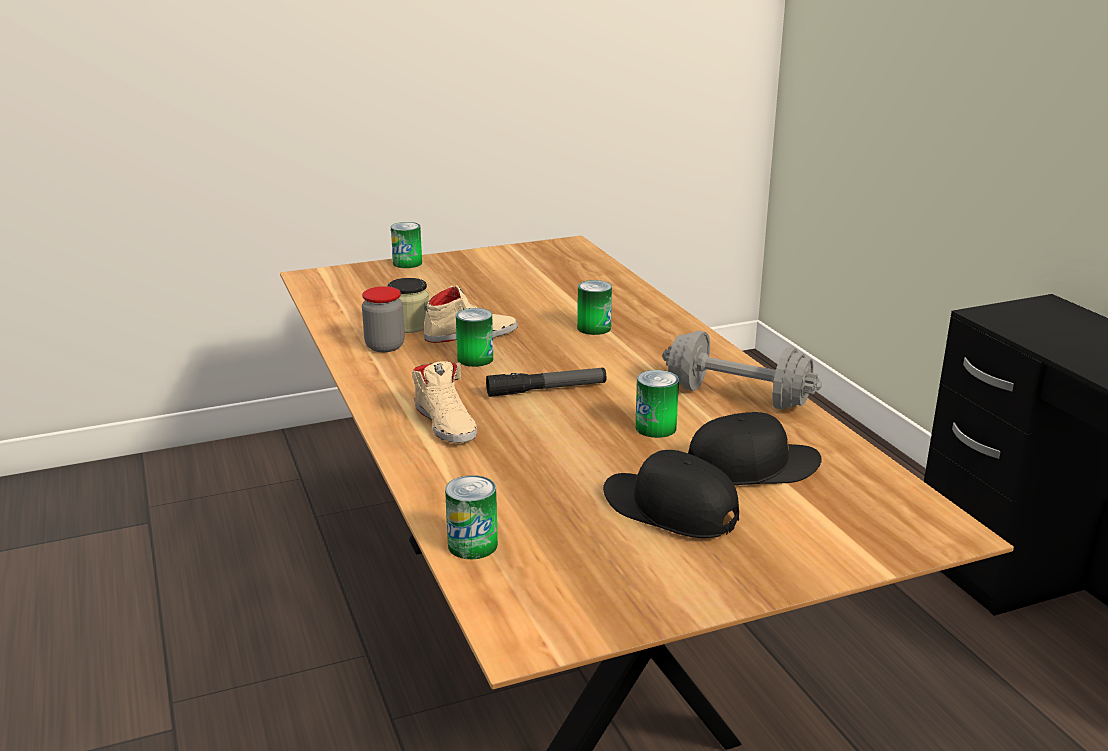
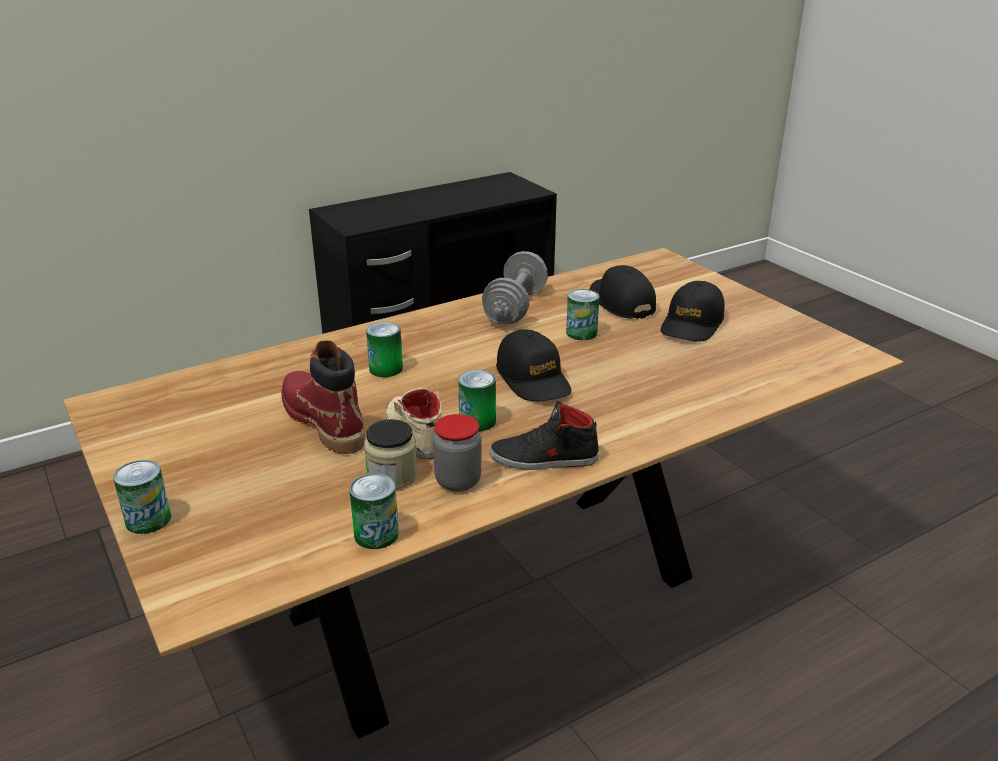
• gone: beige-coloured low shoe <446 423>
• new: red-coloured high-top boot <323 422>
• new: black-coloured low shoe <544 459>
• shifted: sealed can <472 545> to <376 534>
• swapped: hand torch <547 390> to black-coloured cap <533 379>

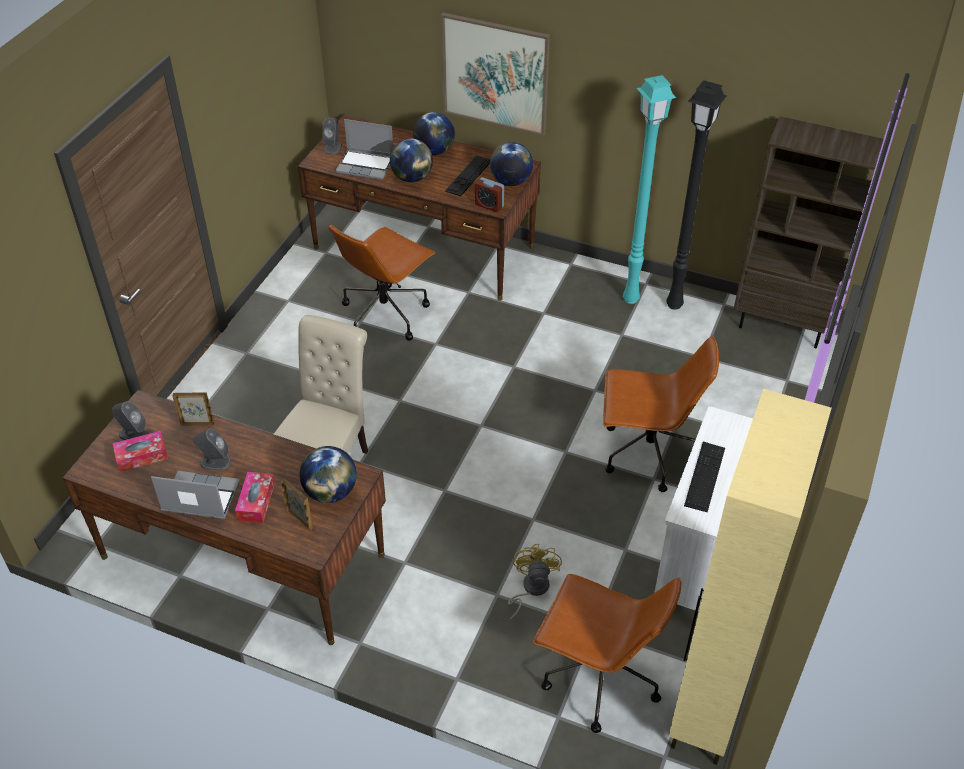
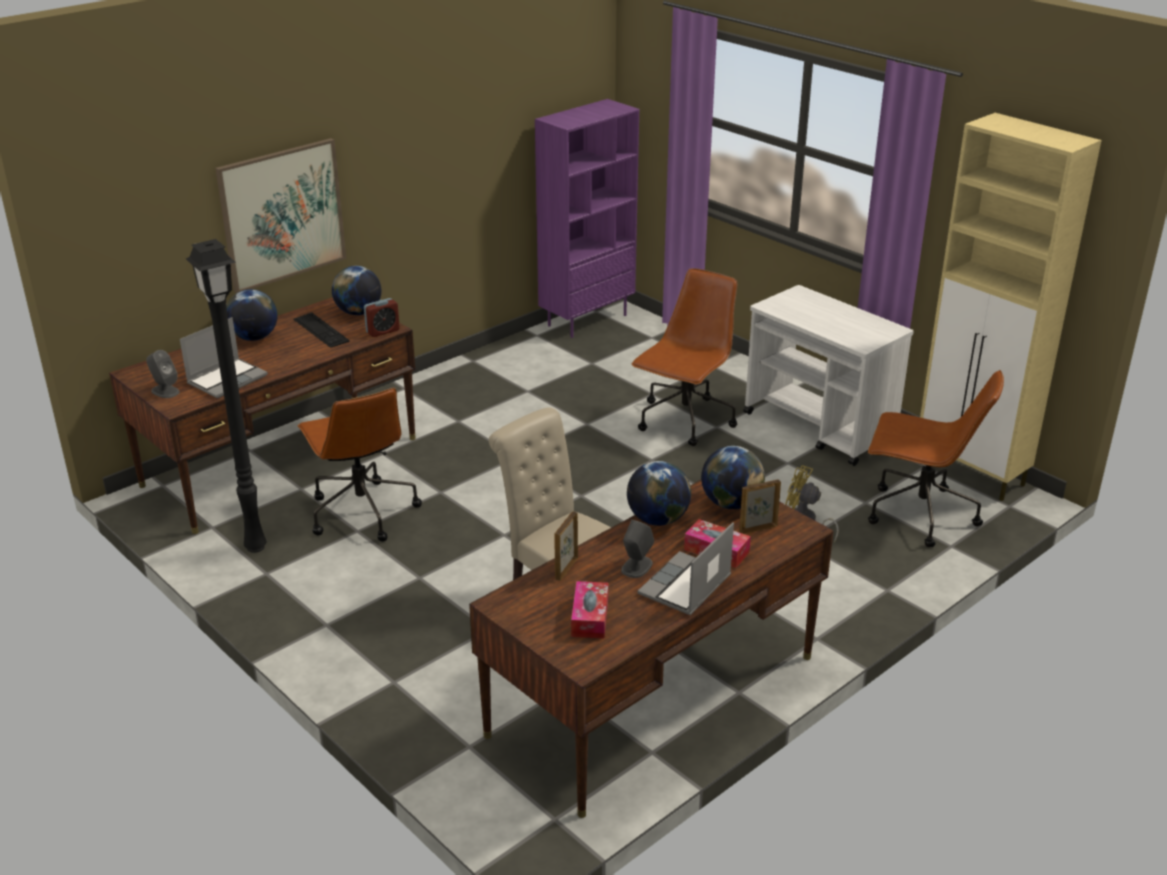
• gone: grey loudspeaker <133 434>
• gone: turquoise standard lamp <629 299>
• gone: keyboard <705 476>
• shifted: desk globe <412 178> to <658 520>
• shifted: black-coloured standard lamp <673 304> to <253 547>
• repainted: brown shelving unit <782 325> to purple-coloured shelving unit <587 320>
• rotated: brown office chair <598 677> = <918 515> 60 degrees clockwise

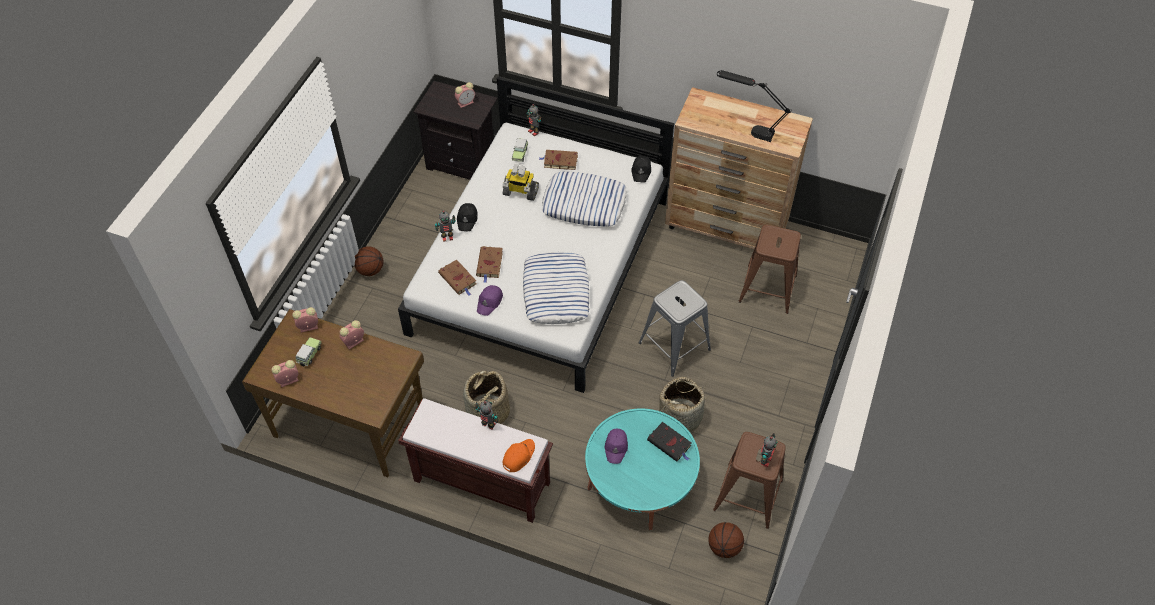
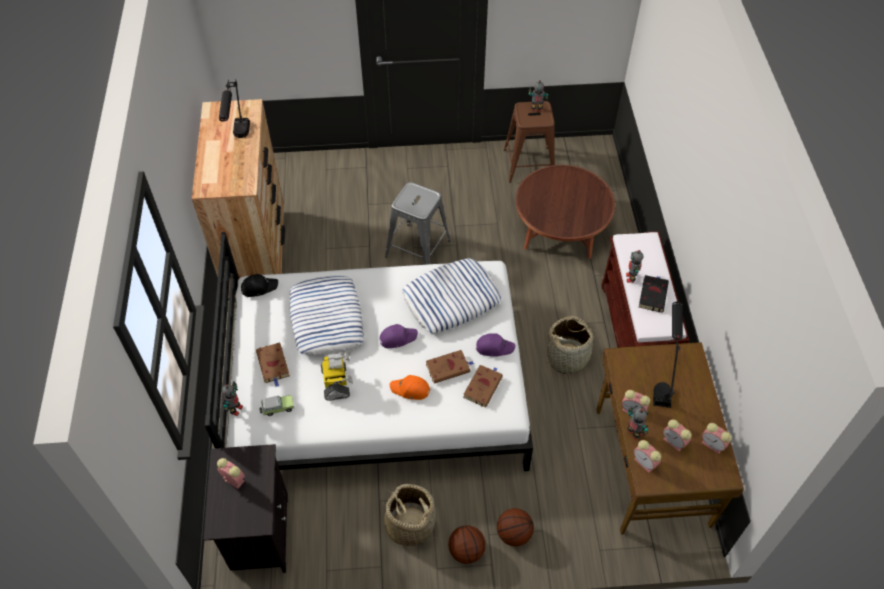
• gone: black-coloured cap <467 219>
• gone: brown stool <767 288>
• new: black-coloured lamp for a table <662 380>
• shifted: robot figure <447 237> to <633 433>
• shifted: orange cap <518 456> to <410 389>
• shifted: purple-coloured cap <616 447> to <397 338>
• shifted: black-coloured book <670 444> to <653 294>
• shifted: household basket <680 417> to <410 524>
• shifted: basketball ball <724 546> to <513 534>
• swapped: model car <309 355> to table clock <674 442>
• repainted: turquoise lounge table <640 481> to brown lounge table <560 229>

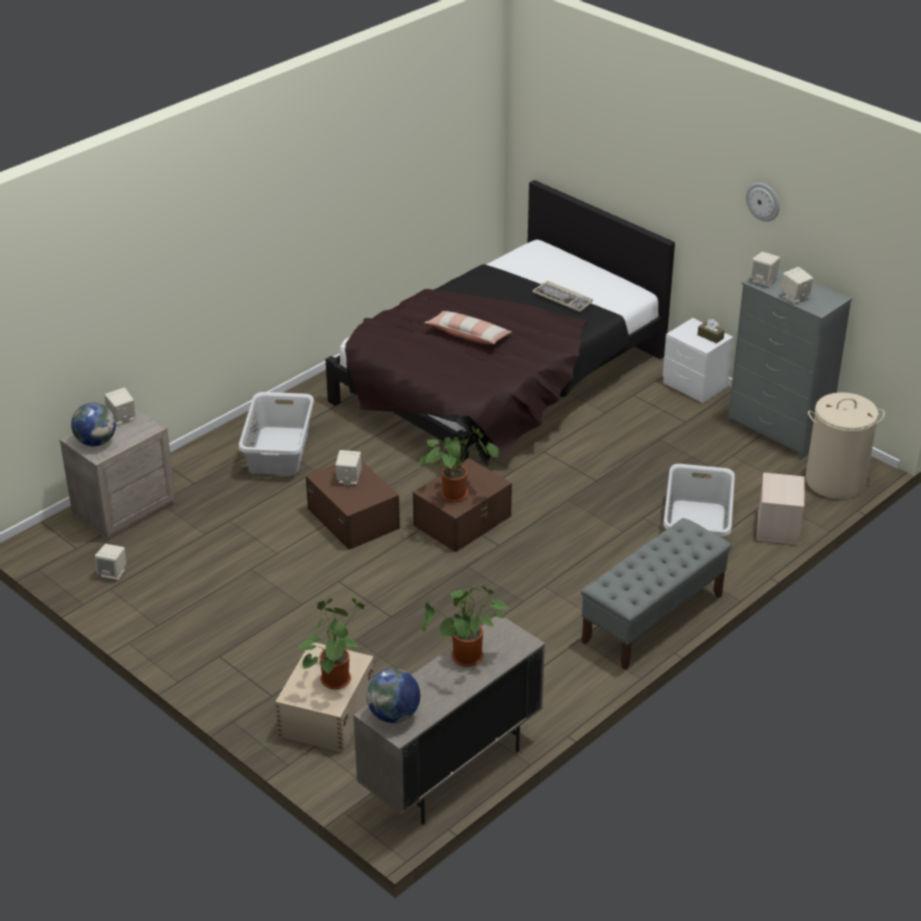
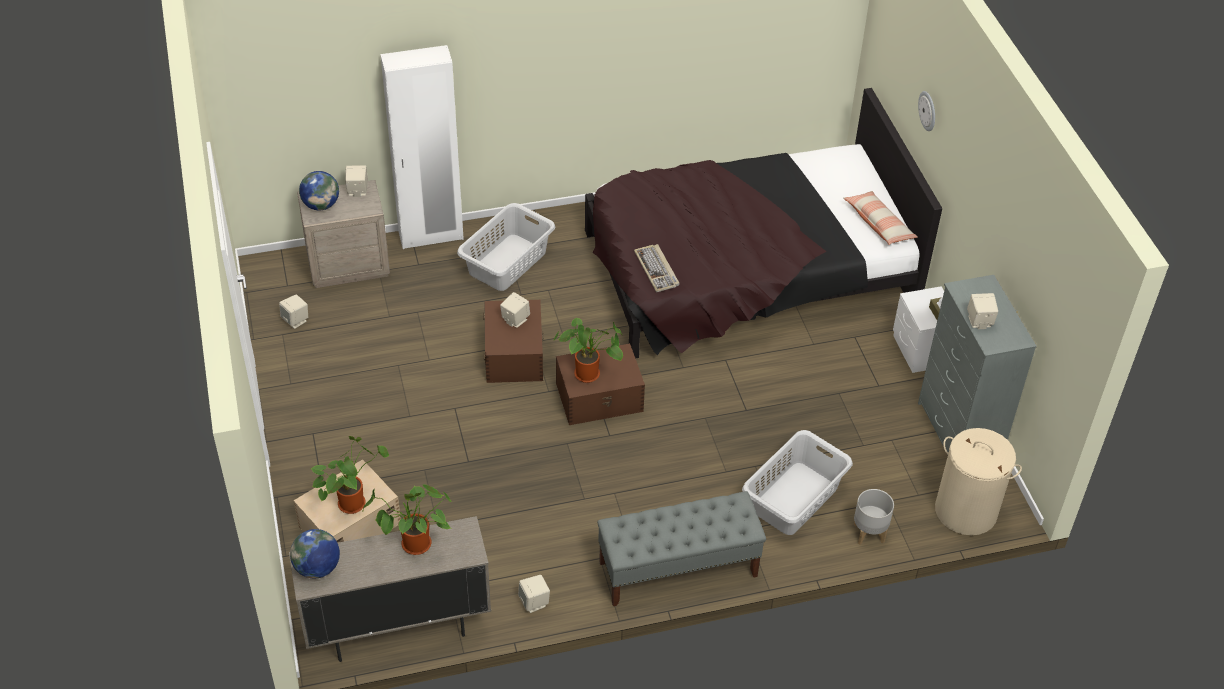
• new: white clothes cupboard <431 236>
• shifted: cushion <468 335> to <879 224>
• shifted: keyboard <563 298> to <657 270>
• shifted: clock on the wall <763 201> to <928 110>
• shifted: beige-coloured loudspeaker <763 280> to <534 602>
• swapped: beige-coloured storage bin <778 528> to grey planter <869 533>

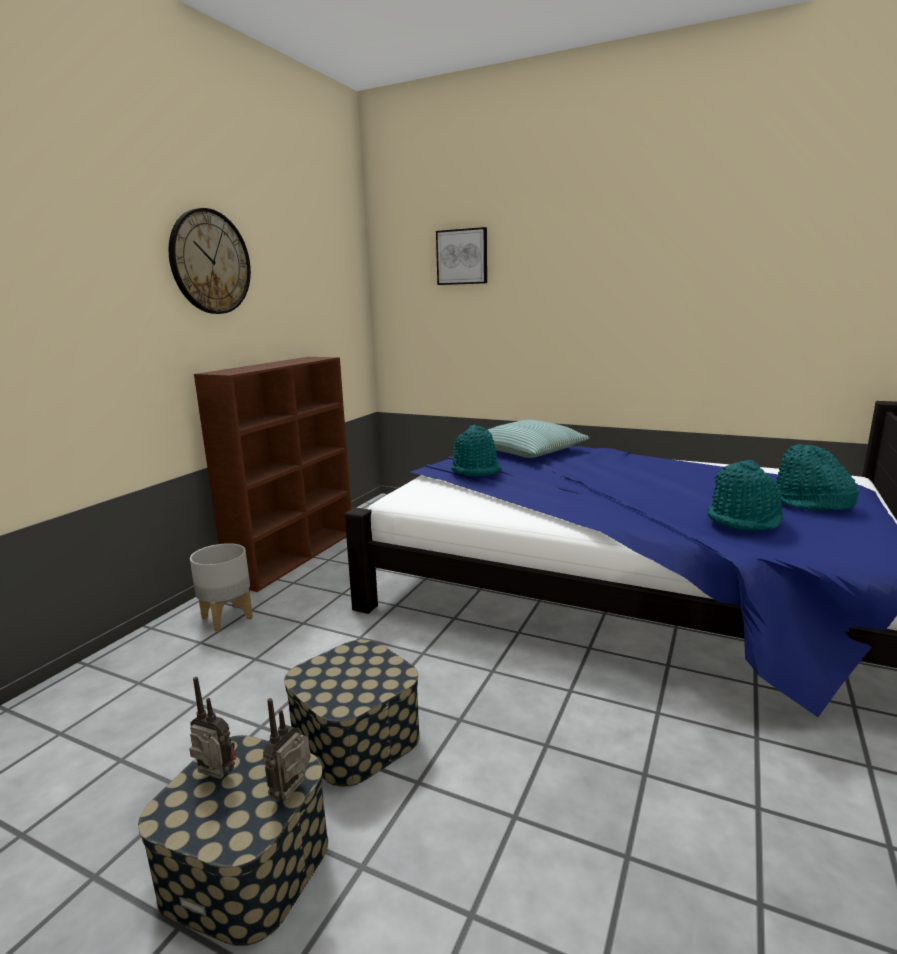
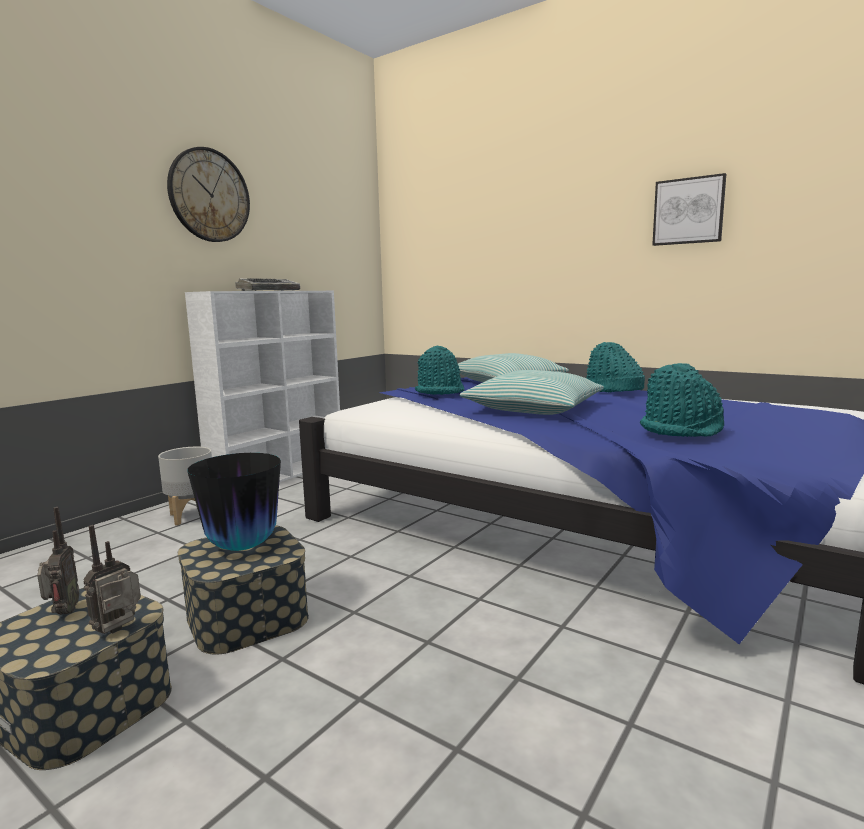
• new: vase <243 547>
• new: keyboard <269 290>
• new: cushion <534 408>
• shifted: wall picture <462 257> to <688 211>
• shifted: turquoise wearable hat <809 502> to <611 390>
• repainted: brown shelving unit <295 555> to white shelving unit <280 474>
• rotated: radio receiver <215 779> = <62 613> 45 degrees clockwise

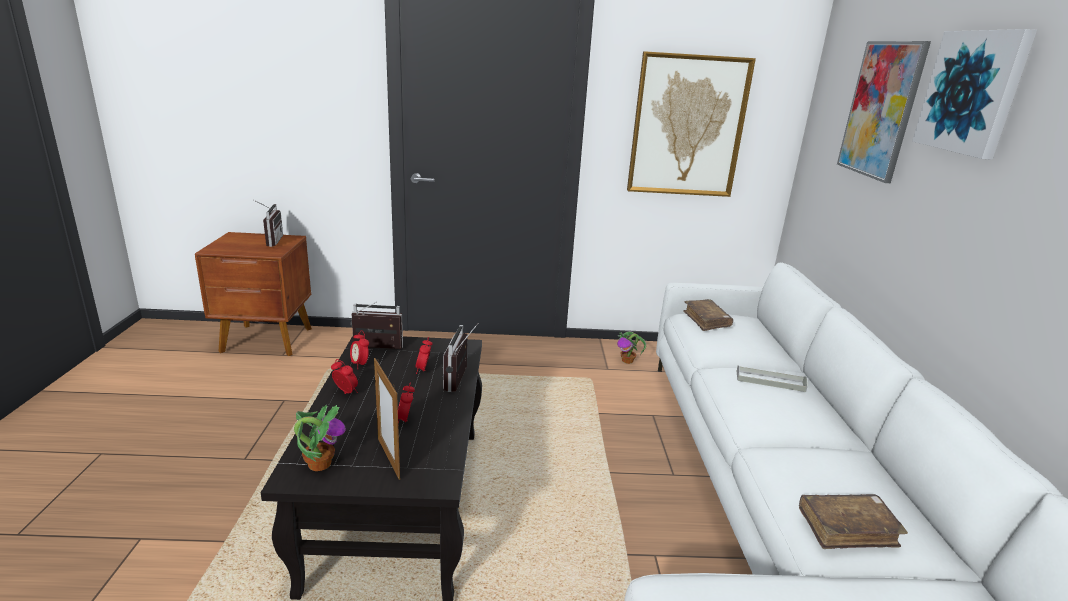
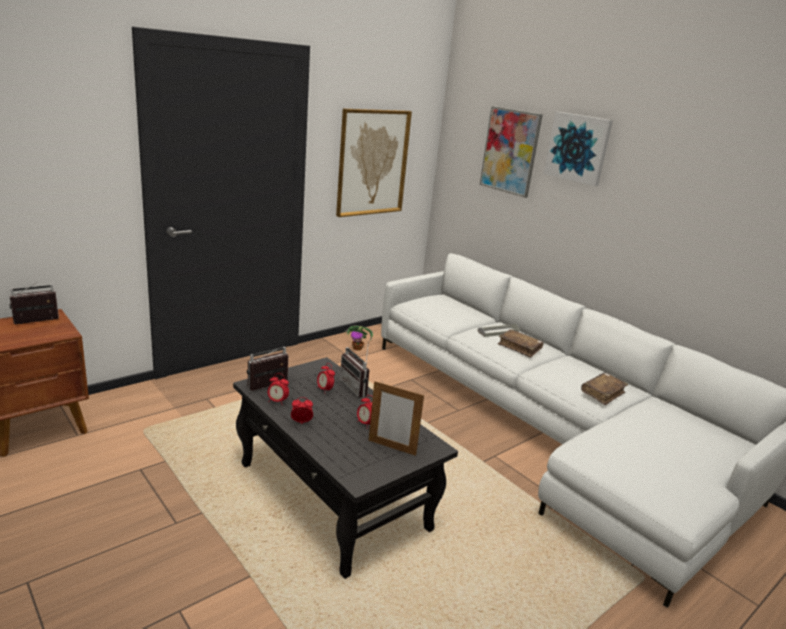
• gone: houseplant <319 463>
• shifted: brown book <706 320> to <519 347>
• rotated: radio receiver <270 241> = <36 323> 75 degrees counterclockwise

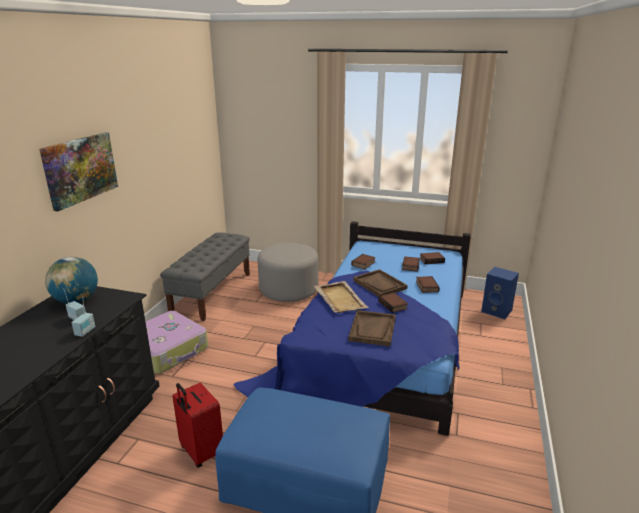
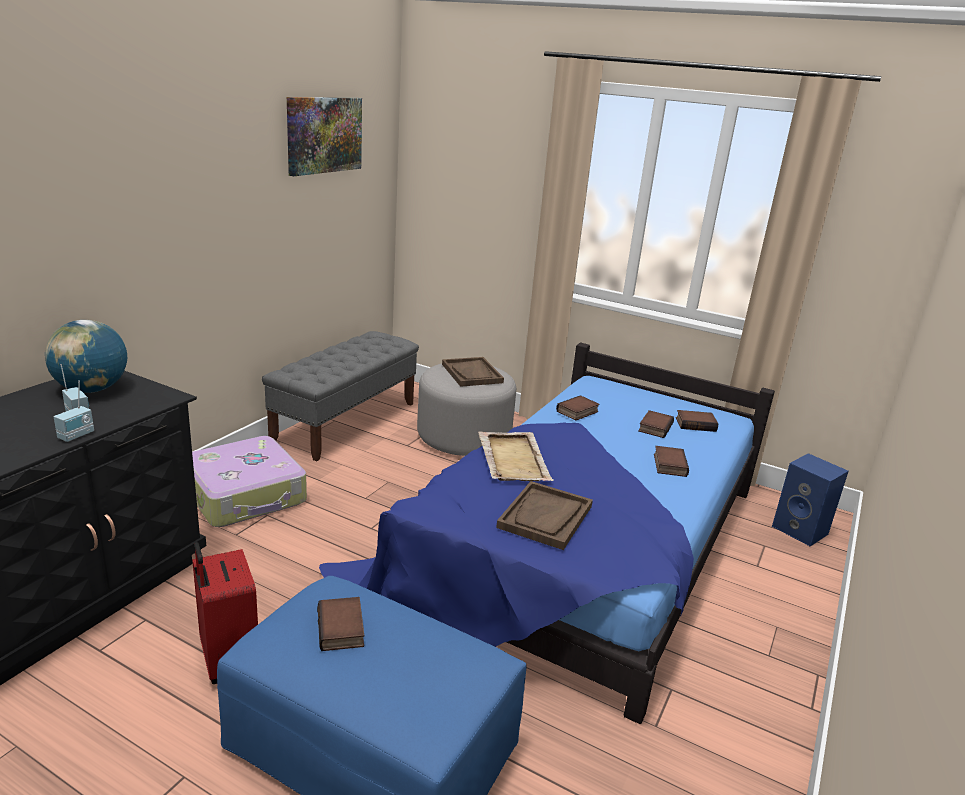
• shifted: wall picture <80 169> to <324 135>
• shifted: brown tray <380 284> to <472 373>
• shifted: book <393 305> to <342 629>

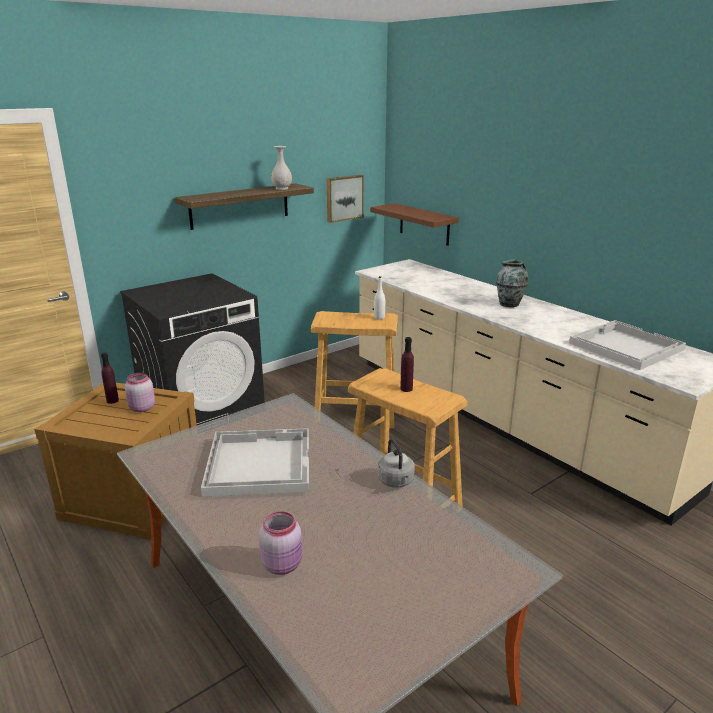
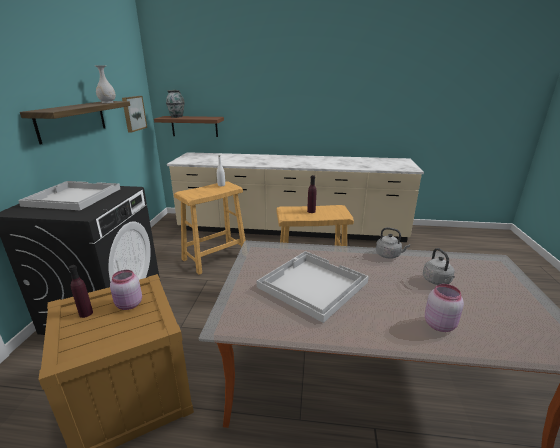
• new: grey water kettle <437 281>
• shifted: vase <509 304> to <177 117>
• shifted: white tray <624 346> to <72 197>

